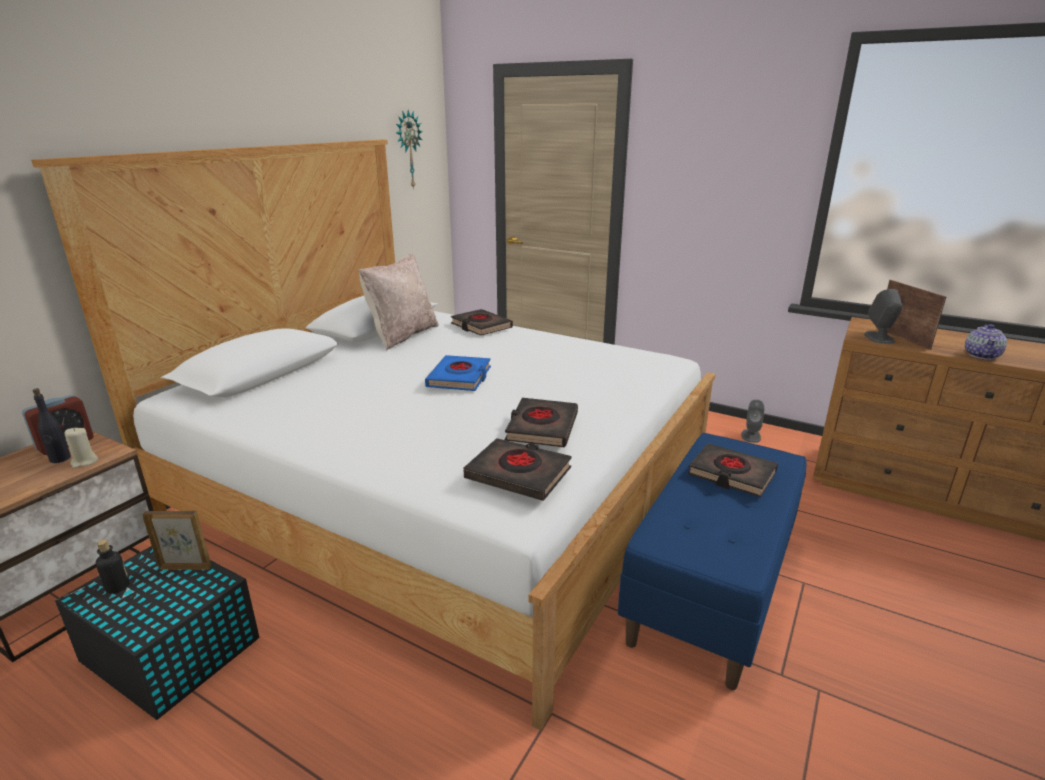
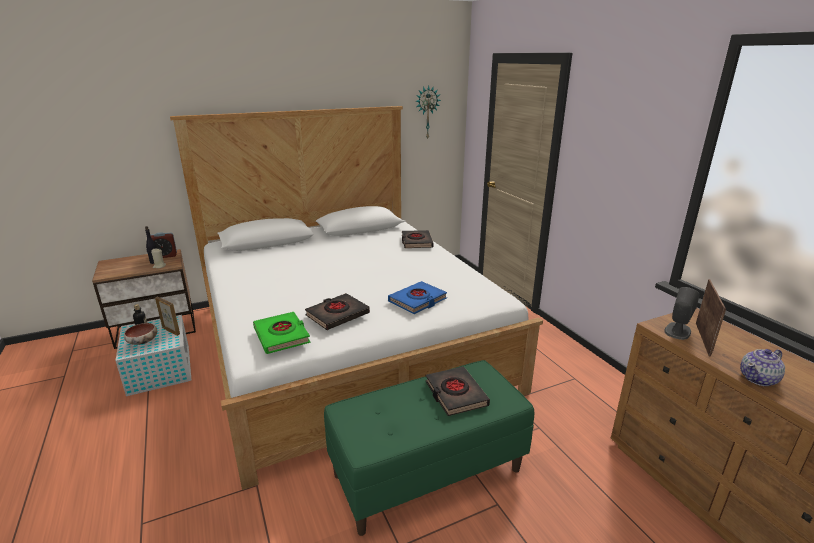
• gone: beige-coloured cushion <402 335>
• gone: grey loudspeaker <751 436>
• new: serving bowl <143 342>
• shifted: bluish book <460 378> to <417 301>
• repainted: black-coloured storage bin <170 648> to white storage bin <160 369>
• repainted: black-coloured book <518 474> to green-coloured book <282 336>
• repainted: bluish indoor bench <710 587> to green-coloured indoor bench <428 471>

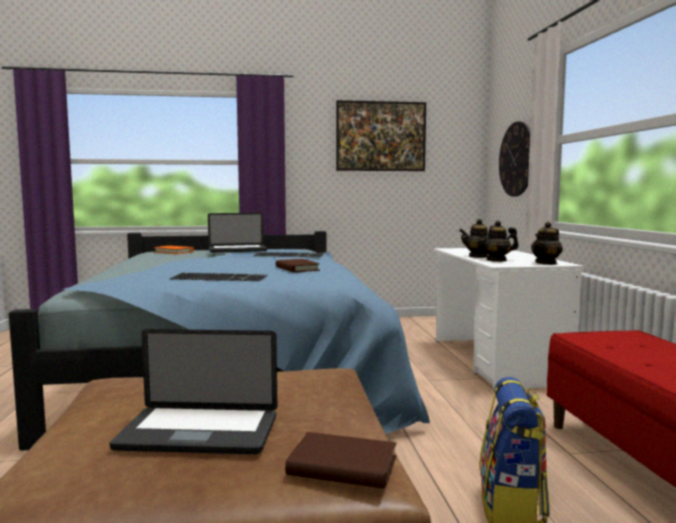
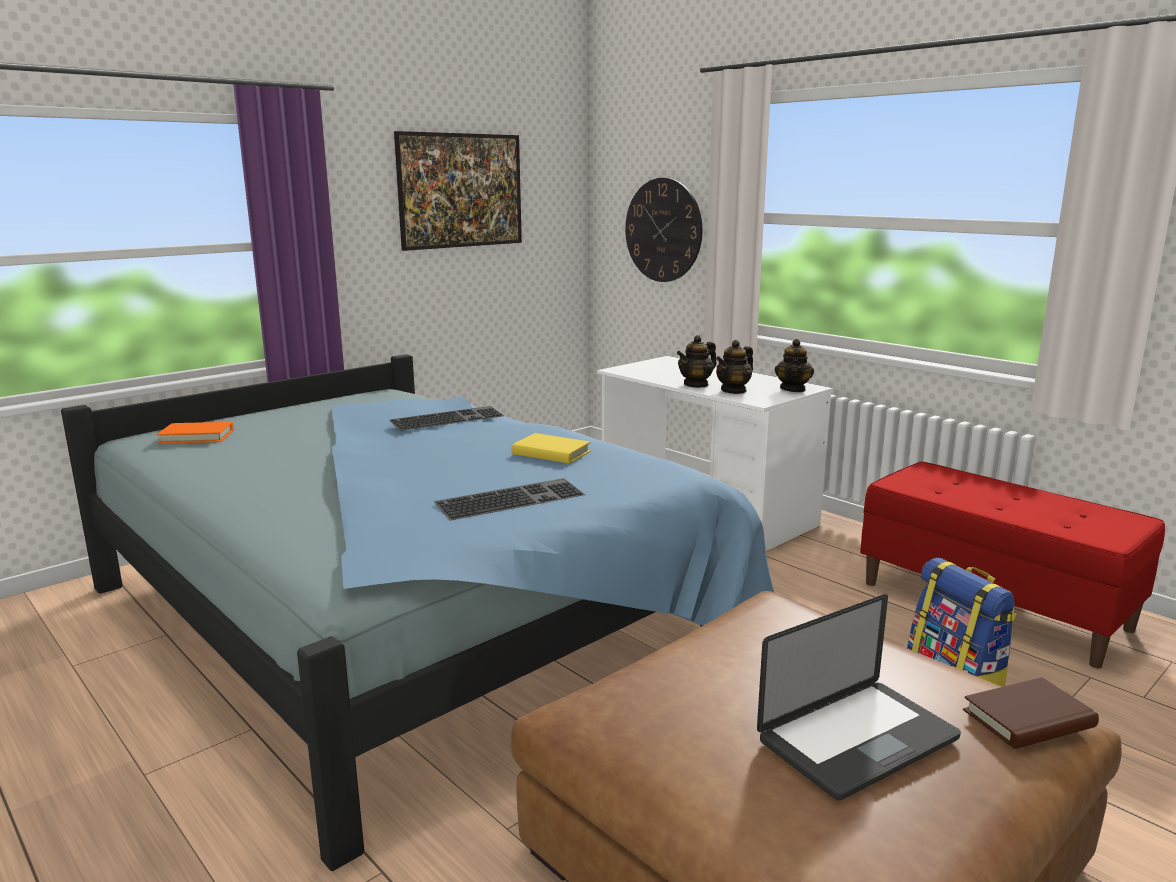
• gone: portable computer <237 250>
• repainted: brown book <297 268> to yellowish book <551 453>

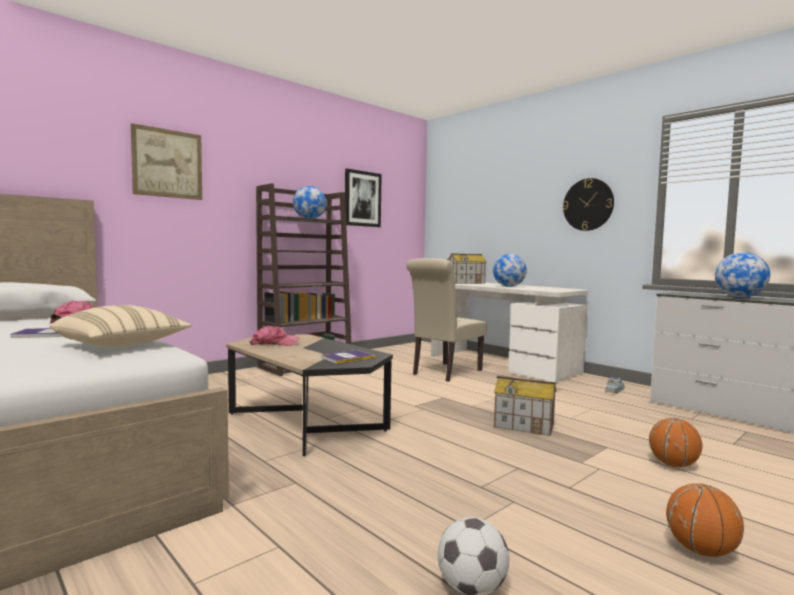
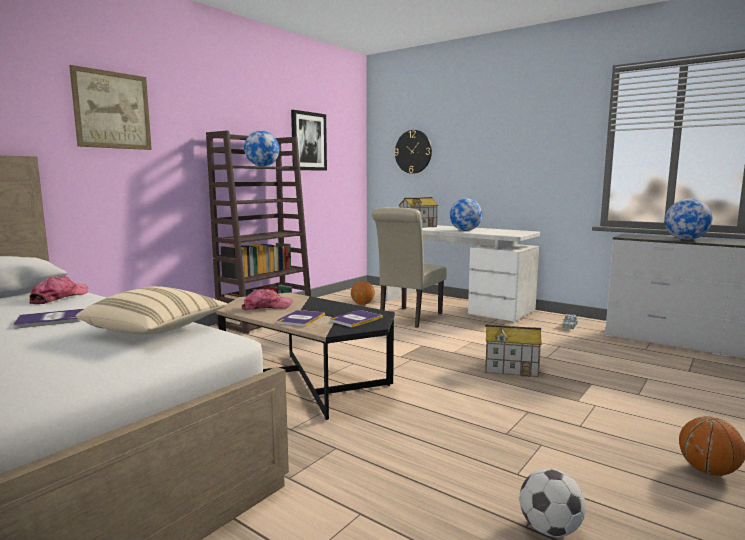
• new: book <301 319>
• shifted: clock on the wall <588 204> to <413 151>
• shifted: basketball ball <673 465> to <362 304>

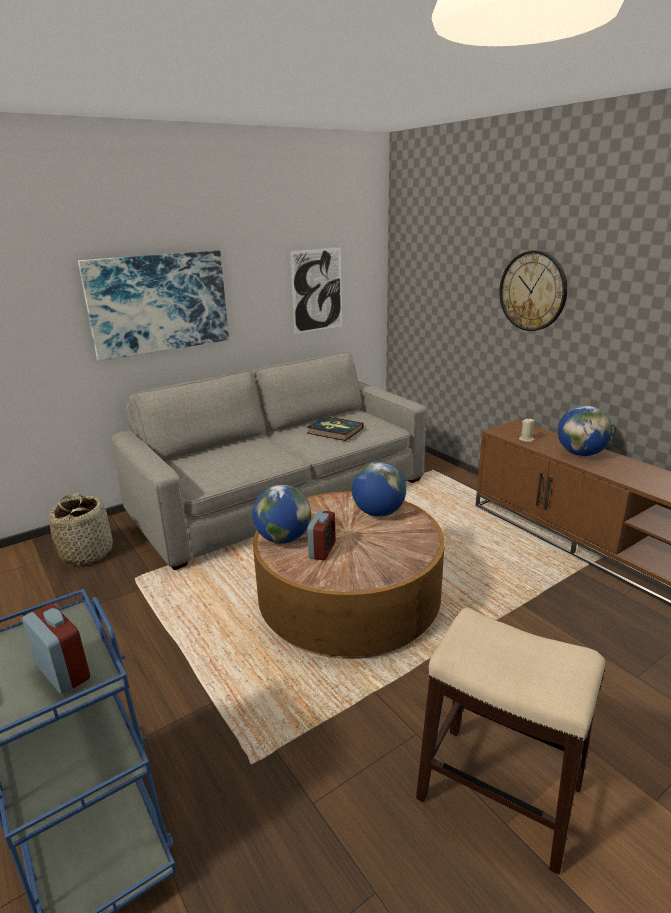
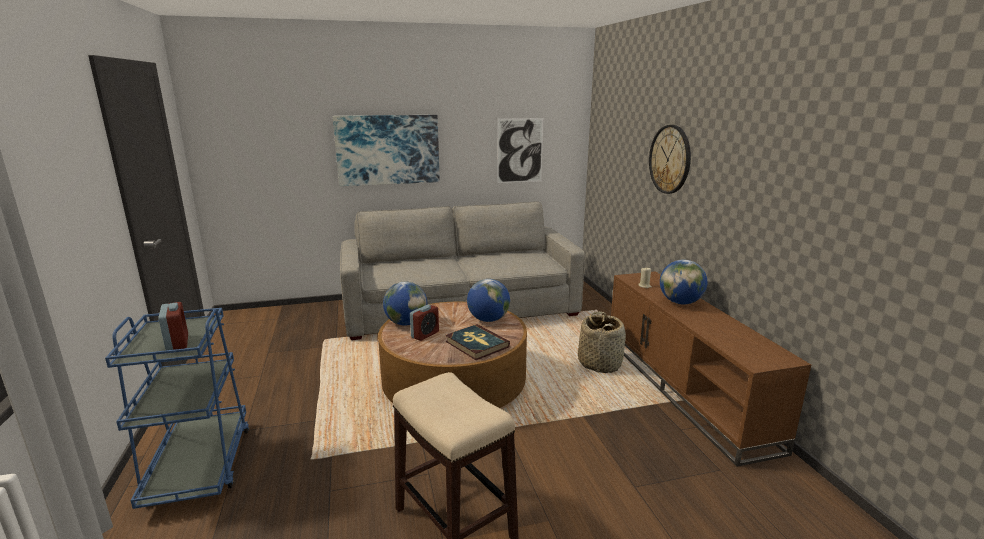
• shifted: household basket <87 553> to <600 363>
• shifted: book <335 431> to <476 344>

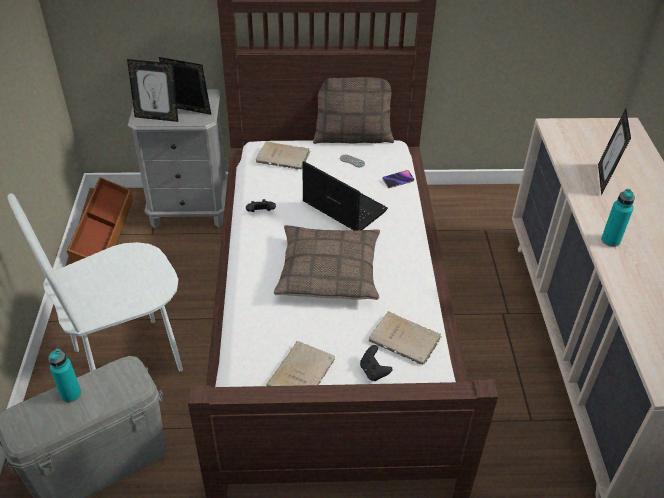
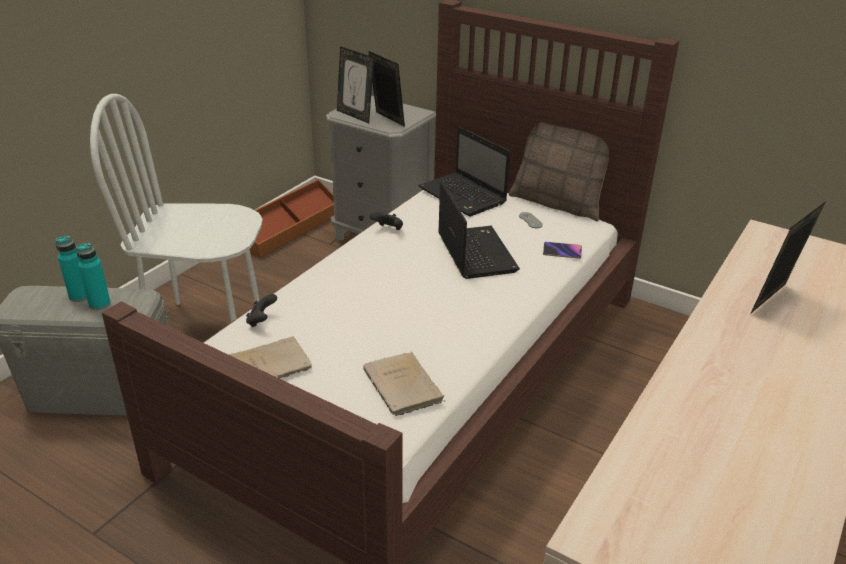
• gone: cushion <329 271>
• shifted: black-coloured joypad <374 371> to <261 321>
• shifted: turquoise drink bottle <610 240> to <99 304>
• swapped: beige-coloured book <284 158> to portable computer <464 196>

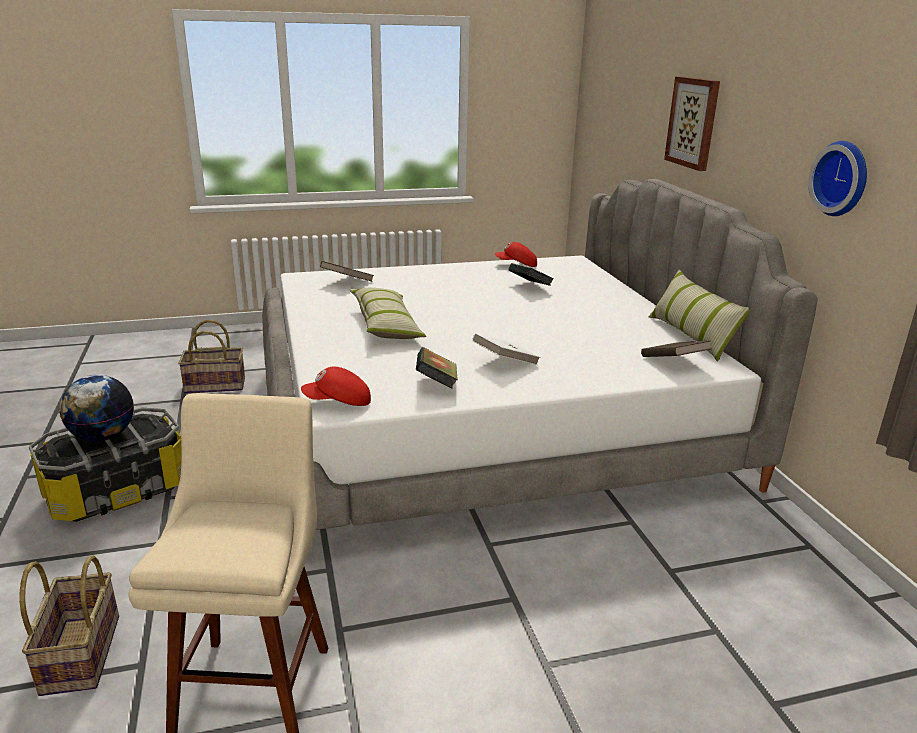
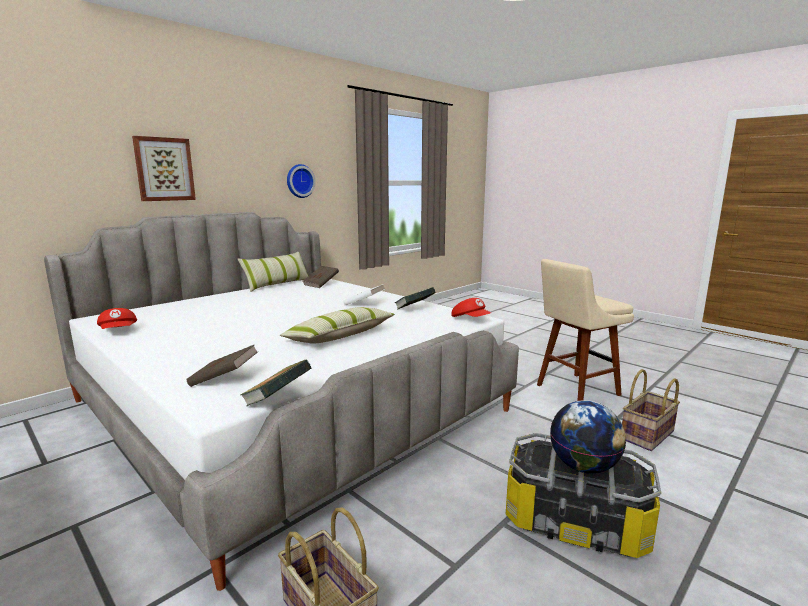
• shifted: book <529 287> to <277 400>

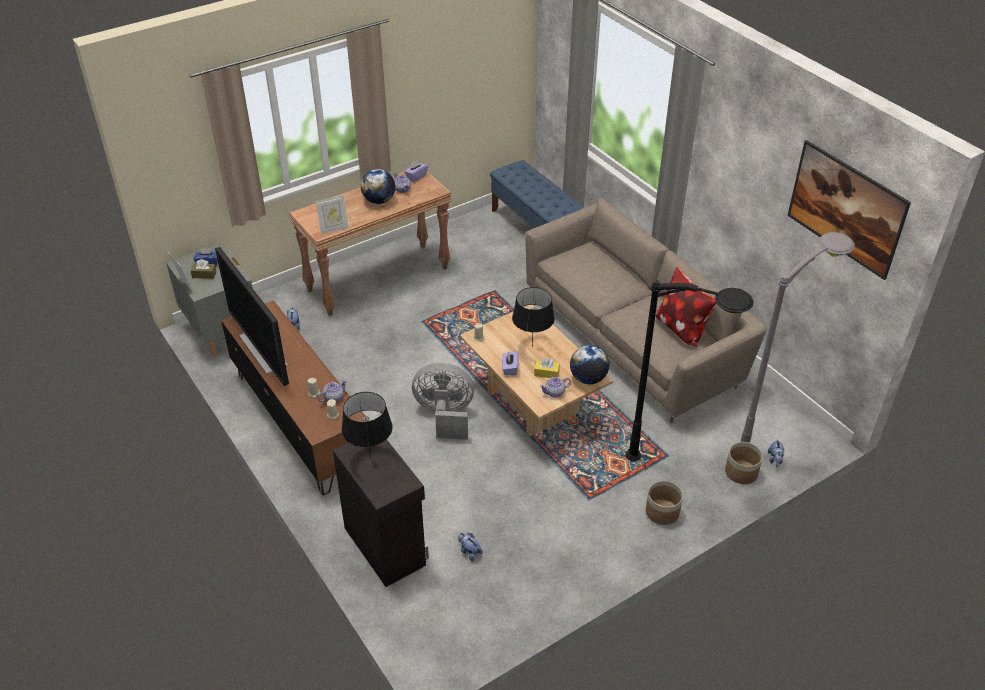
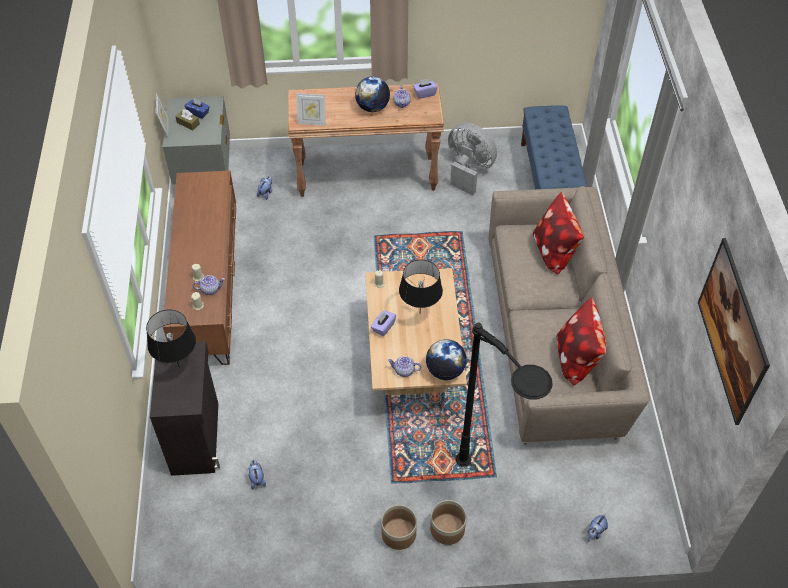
• gone: TV <262 351>
• gone: yellowish tissue box <546 373>
• gone: grey standard lamp <775 429>
• new: cushion <554 251>
• shifted: grey cooling fan <445 416> to <468 171>
• shifted: planter <741 473> to <398 534>

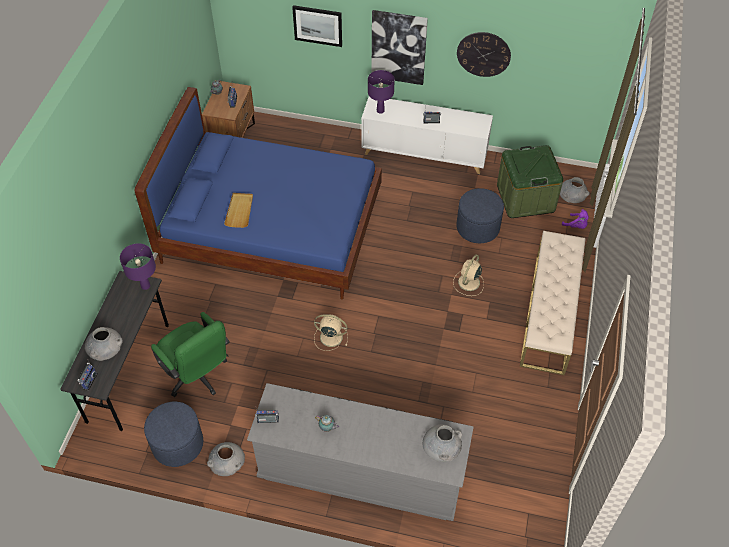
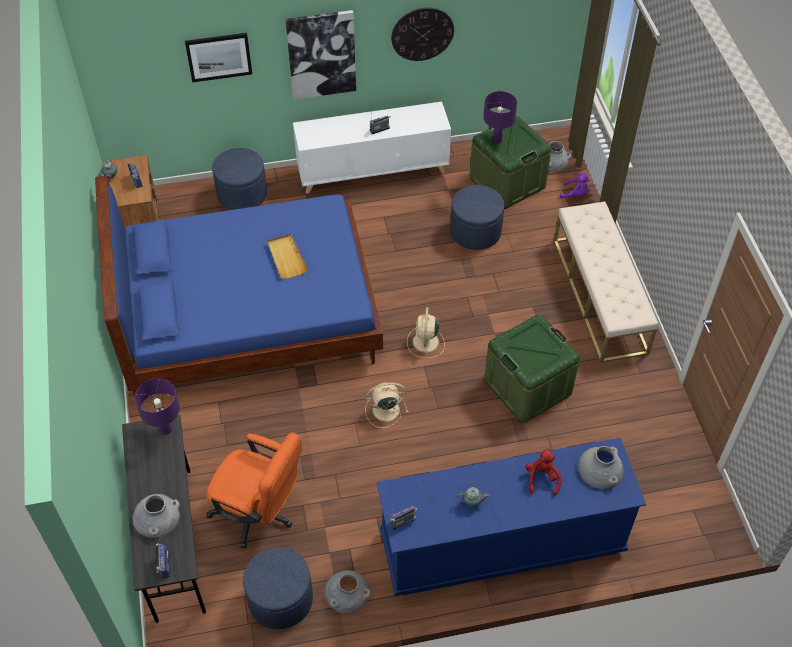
• new: bluish pouffe <242 194>
• new: green-coloured storage bin <528 386>
• new: red-coloured soft toy <542 478>
• shifted: beige-coloured tray <239 211> to <286 257>
• shifted: purple-coloured lamp for a table <380 110> to <497 140>
• shifted: beige-coloured cooling fan <468 283> to <425 343>
• repainted: green-coloured office chair <198 376> to orange office chair <259 513>
• repainted: grey drawer chest <361 472> to bluish drawer chest <502 542>

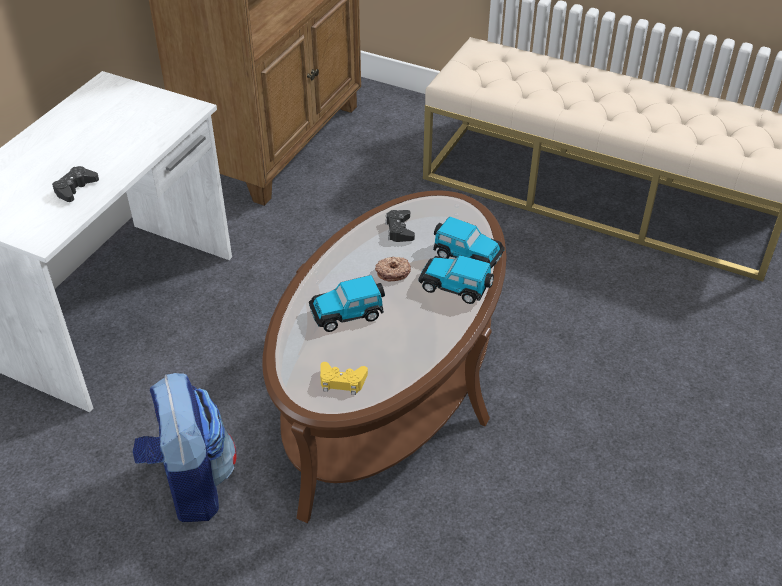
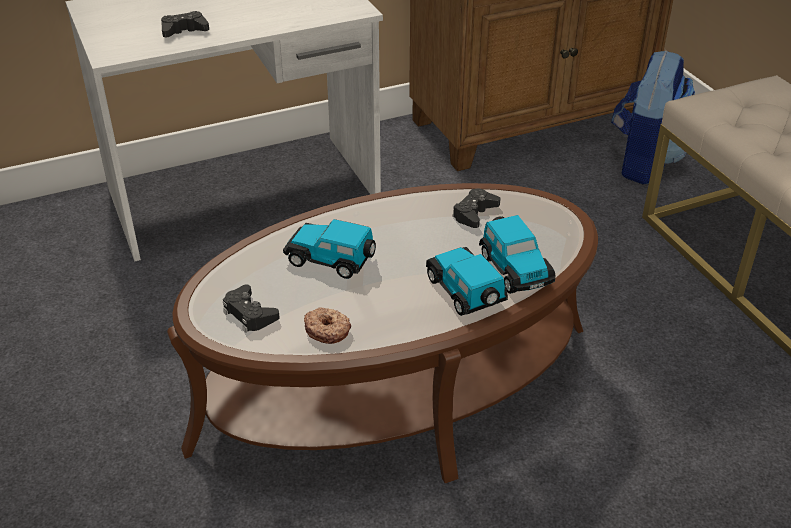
• shifted: backpack <191 482> to <644 162>
• shifted: donut <393 272> to <327 330>
• repainted: yellowish joypad <342 381> to black-coloured joypad <249 314>

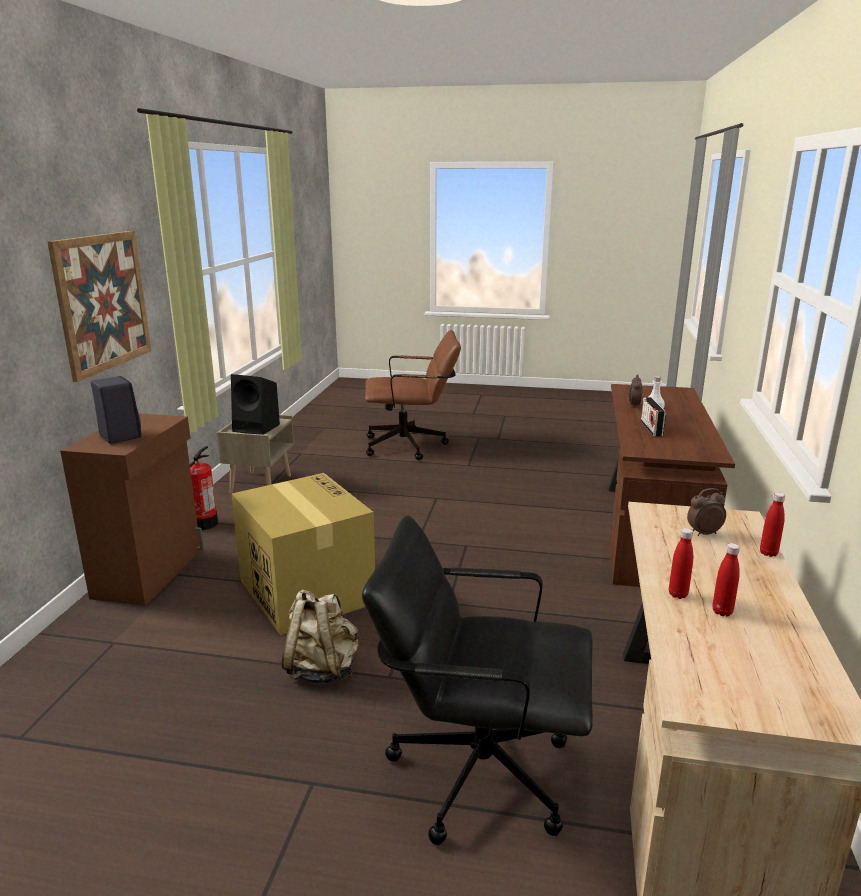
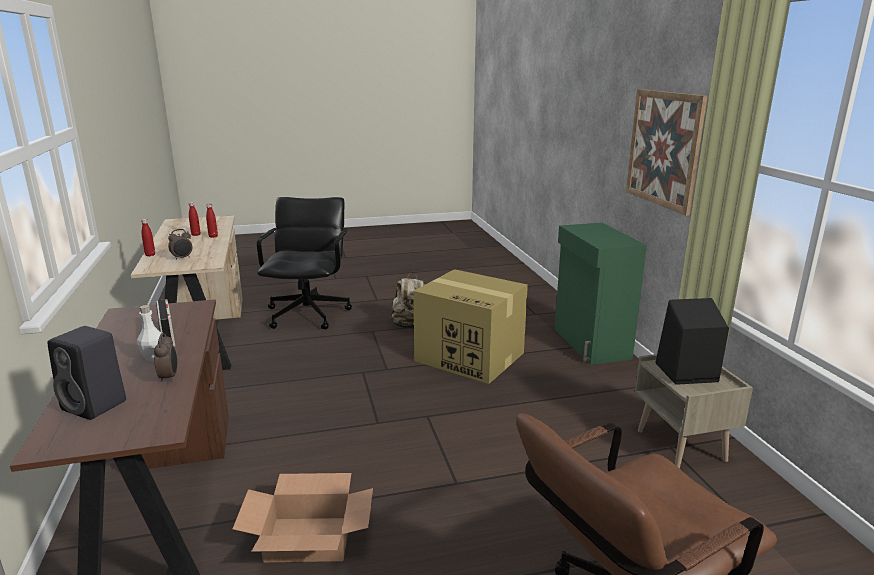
• gone: fire-fighting cylinder <203 524>
• new: carton <308 539>
• shifted: black-coloured loudspeaker <119 436> to <96 405>
• repainted: brown cabinet <150 572> to green-coloured cabinet <590 344>
• rotated: black-coloured office chair <479 770> = <308 314> 75 degrees counterclockwise

